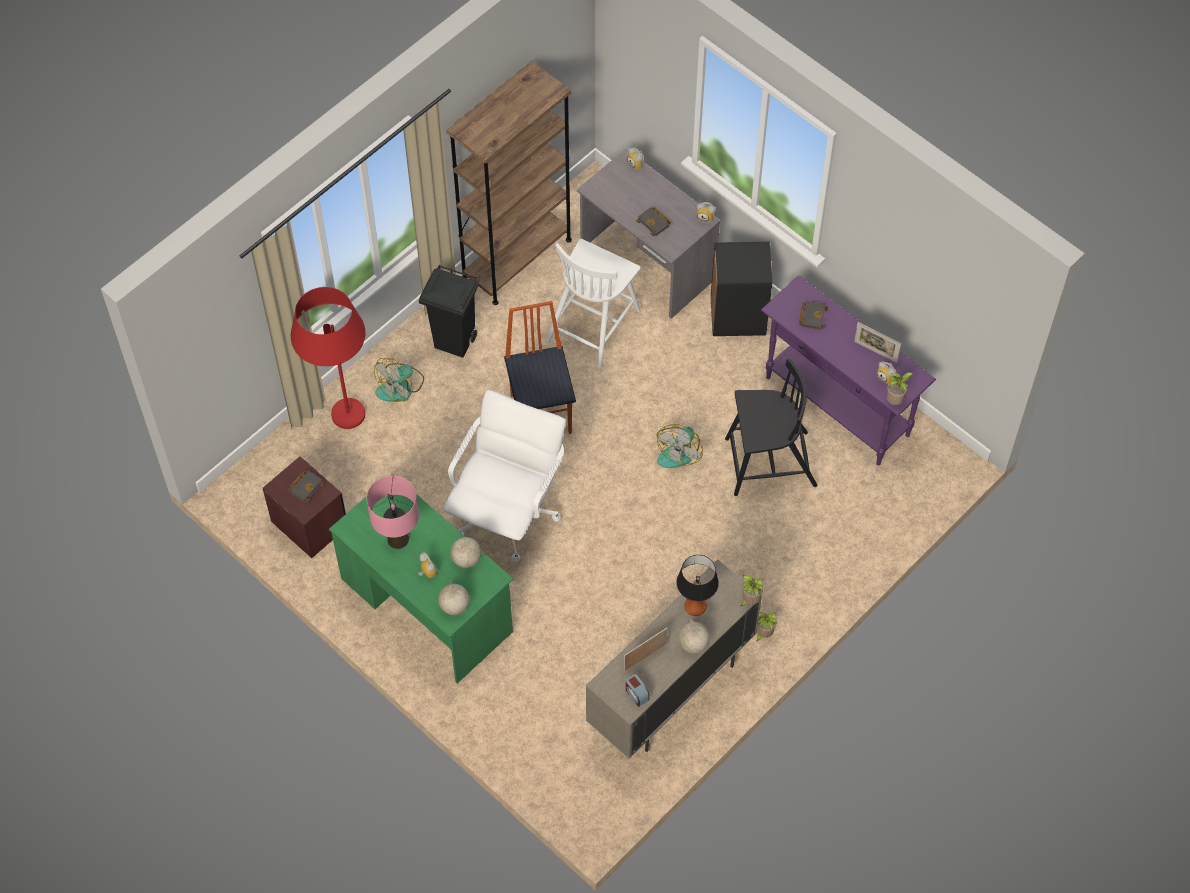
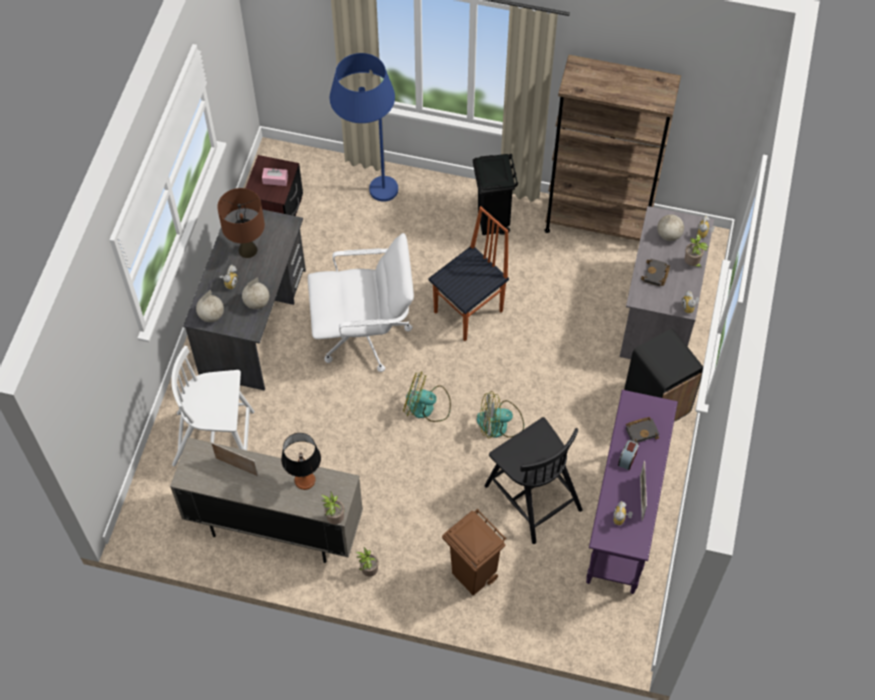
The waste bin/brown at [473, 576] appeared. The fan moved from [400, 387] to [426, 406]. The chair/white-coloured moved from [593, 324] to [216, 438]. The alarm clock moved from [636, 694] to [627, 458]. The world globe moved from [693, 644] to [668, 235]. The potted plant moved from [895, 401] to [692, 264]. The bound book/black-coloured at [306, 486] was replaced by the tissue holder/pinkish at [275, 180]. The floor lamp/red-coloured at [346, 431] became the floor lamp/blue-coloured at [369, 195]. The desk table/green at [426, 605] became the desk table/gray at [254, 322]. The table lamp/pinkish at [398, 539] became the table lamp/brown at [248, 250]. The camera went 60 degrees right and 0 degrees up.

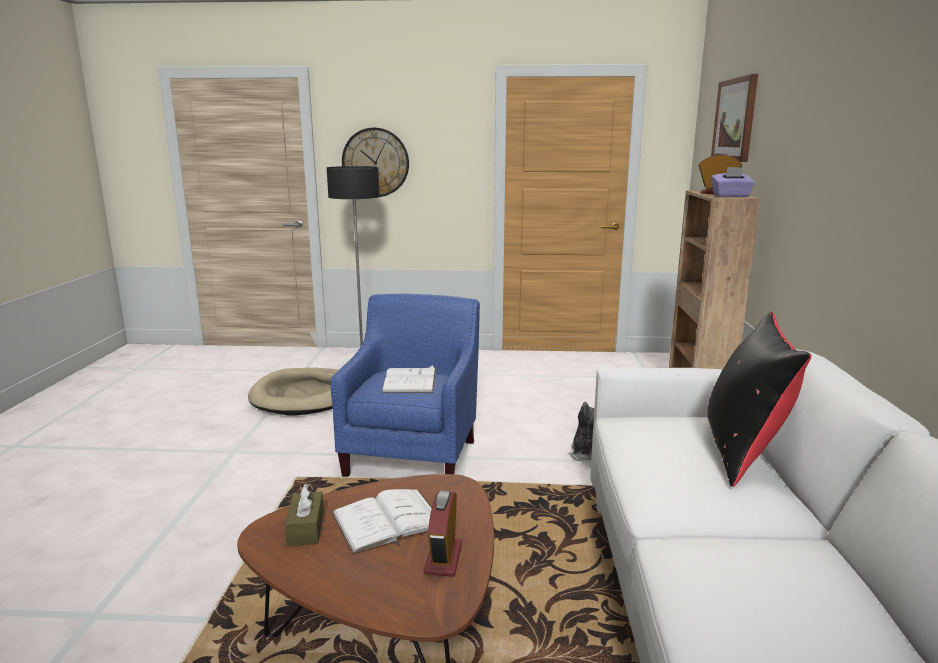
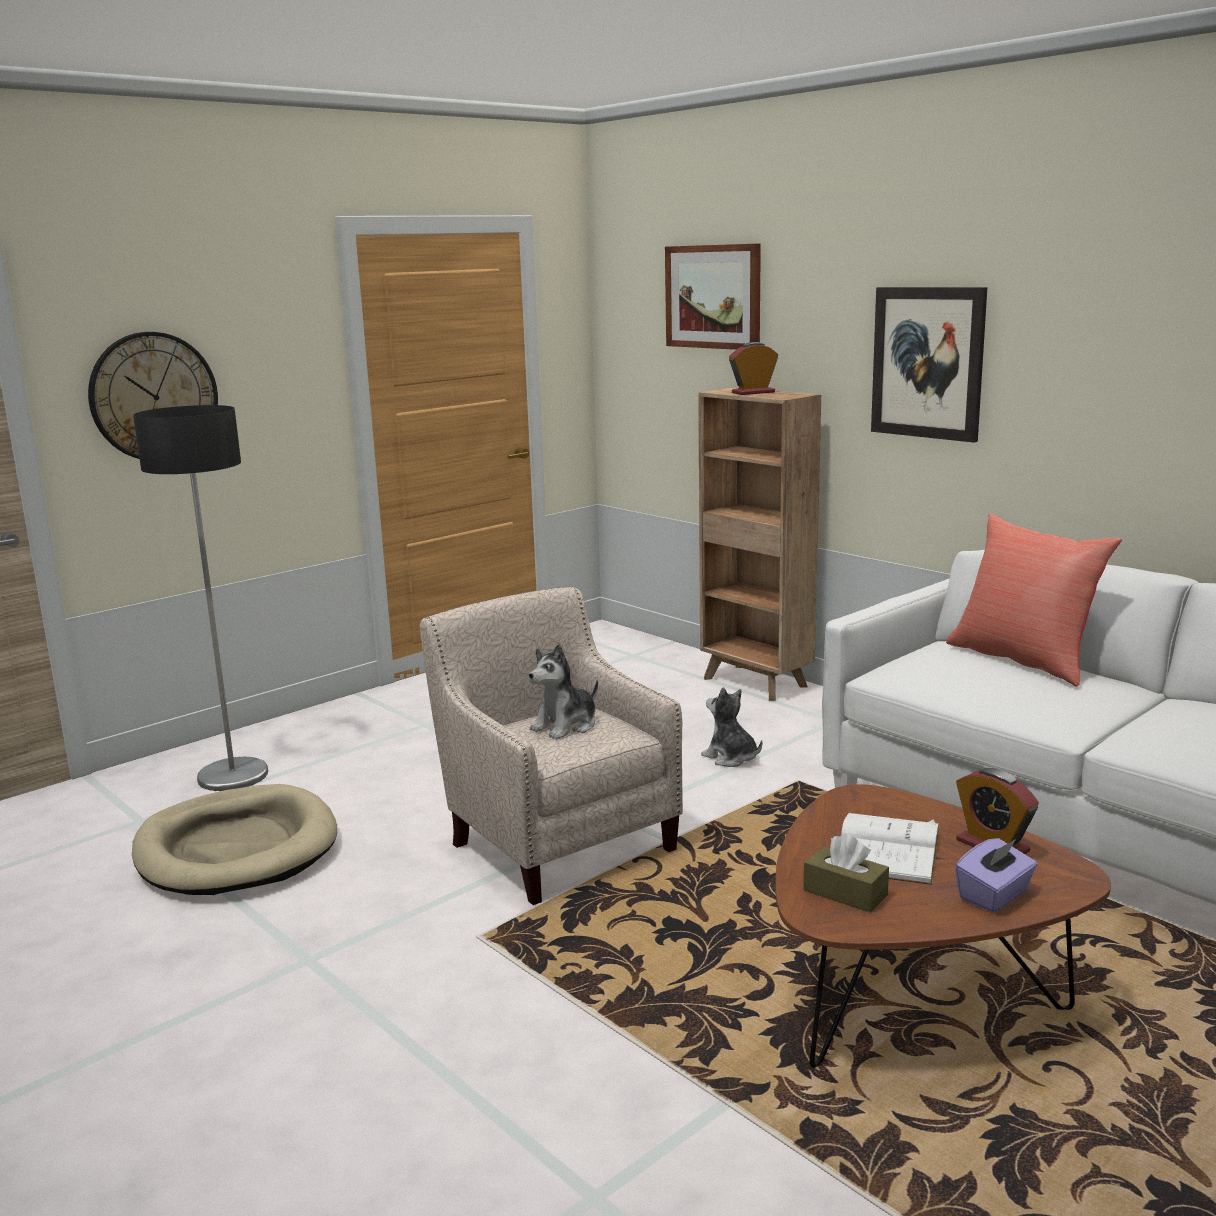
The wall art at [928, 363] appeared. The tissue holder/purplish moved from [731, 196] to [994, 896]. The bound book/white-coloured at [410, 380] was replaced by the cuddly toy at [566, 726]. The easy chair/blue-coloured at [414, 453] became the easy chair/beige-coloured at [558, 840]. The throw pillow/black-coloured at [743, 451] became the throw pillow/red-coloured at [1023, 659]. The camera went 45 degrees left and 0 degrees up.

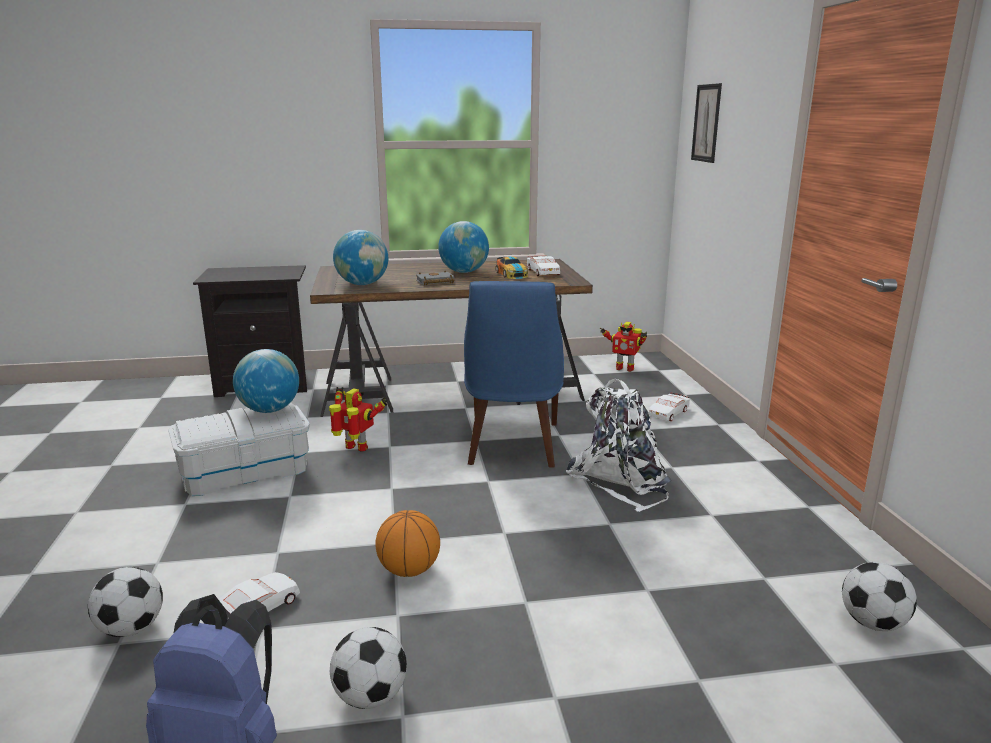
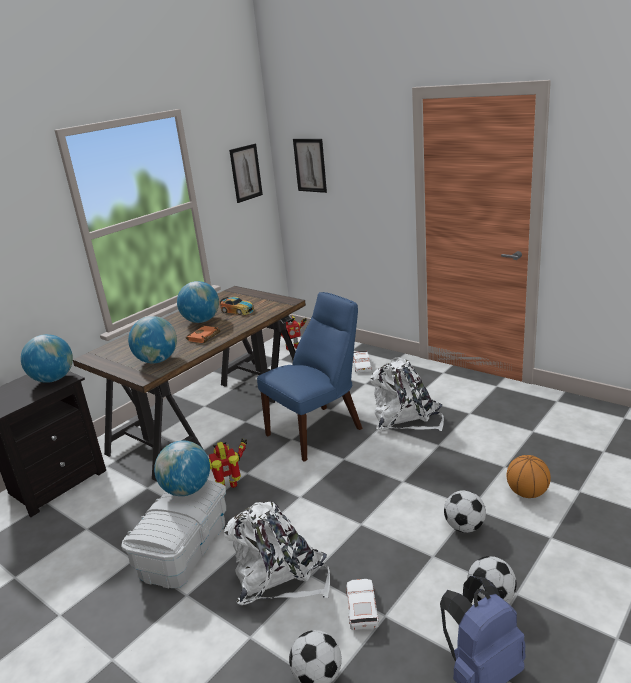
The miniature car/white-coloured at [543, 272] disappeared. The world globe at [53, 379] appeared. The knapsack/white-coloured at [279, 577] appeared. The wall art at [246, 173] appeared. The basketball moved from [409, 570] to [527, 493]. The football ball moved from [872, 623] to [464, 527]. The bound book/gray at [434, 282] became the bound book/orange-coloured at [204, 337]. The chair/blue-coloured at [512, 446] turned 90 degrees counterclockwise. The camera went 40 degrees left and 5 degrees up.

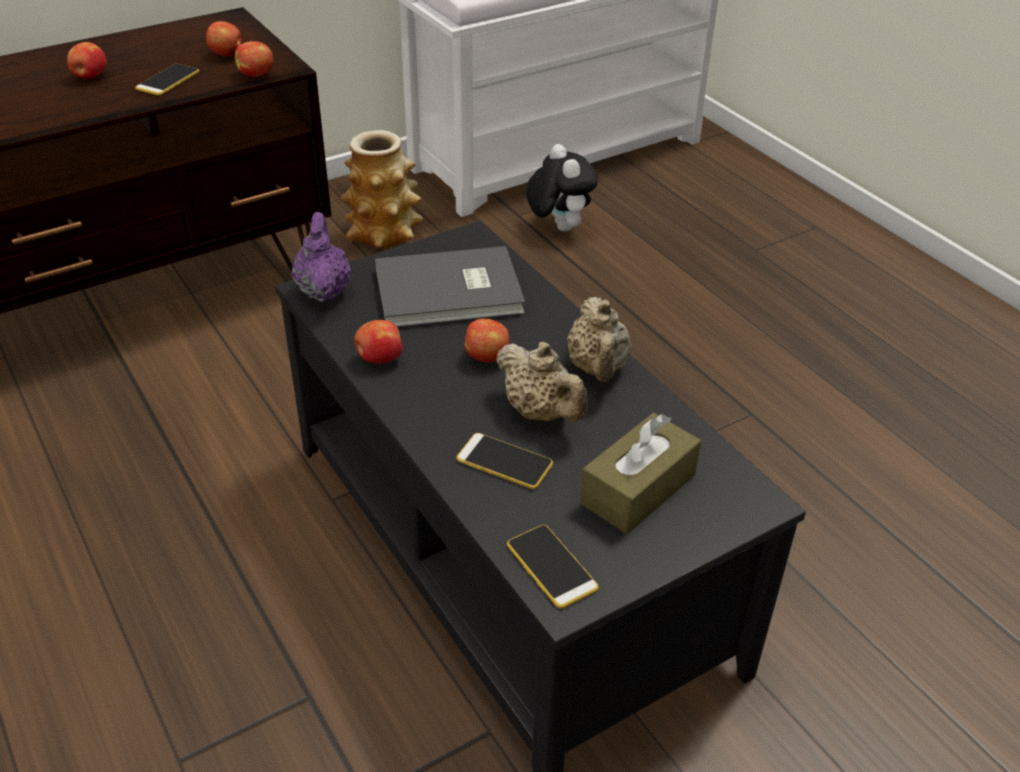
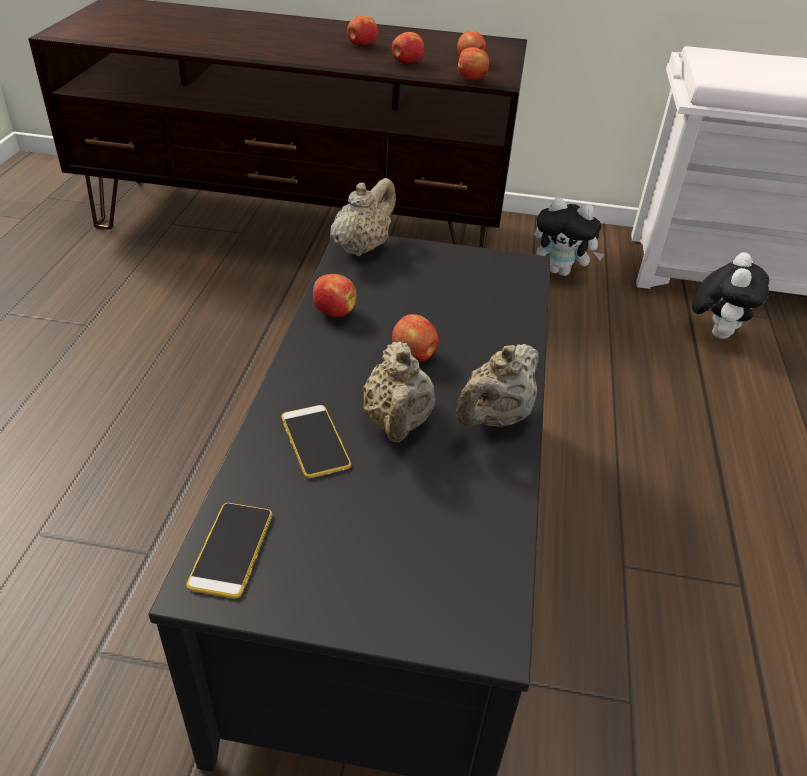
The bound book/gray at [451, 293] disappeared. The tissue holder/brown at [638, 489] disappeared. The phone at [168, 80] was replaced by the whole apple at [406, 63]. The vase at [384, 233] was replaced by the cuddly toy at [561, 271]. The teapot/purplish at [323, 290] became the teapot/beige-coloured at [362, 247]. The camera went 40 degrees right and 0 degrees up.

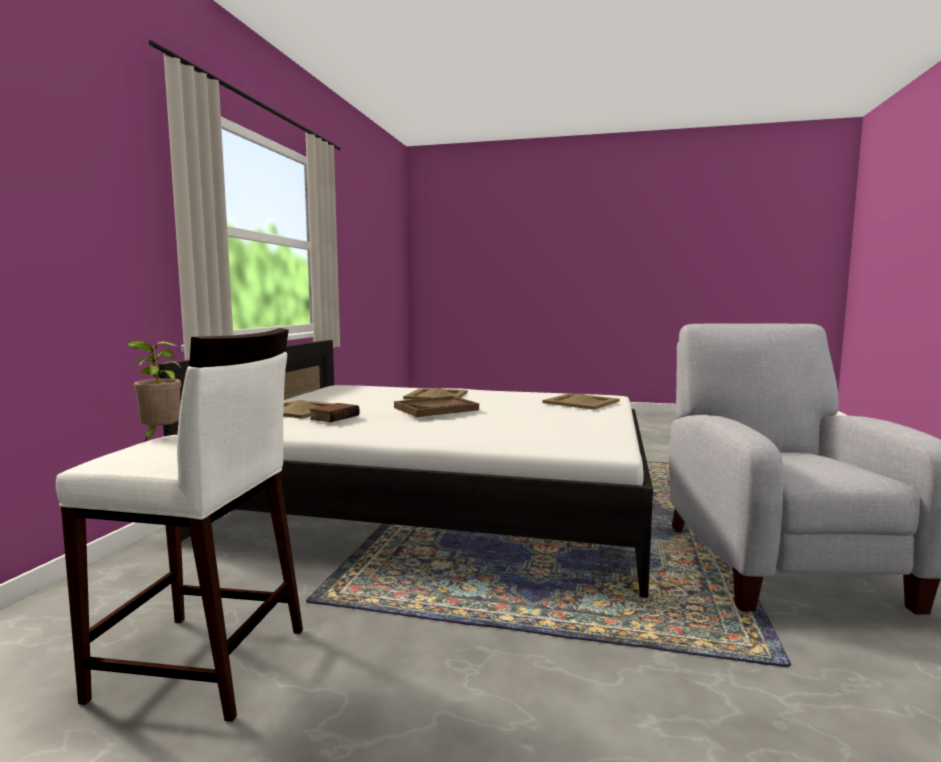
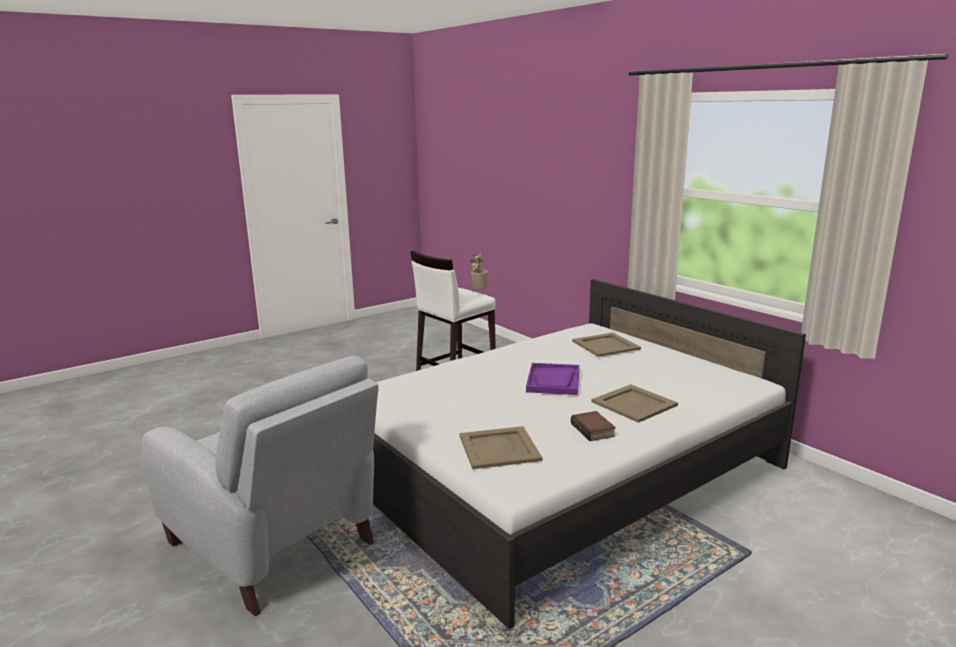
The bound book moved from [334, 417] to [594, 430]. The carrying tray/brown at [436, 409] became the carrying tray/purplish at [553, 381]. The camera went 130 degrees right and 10 degrees up.

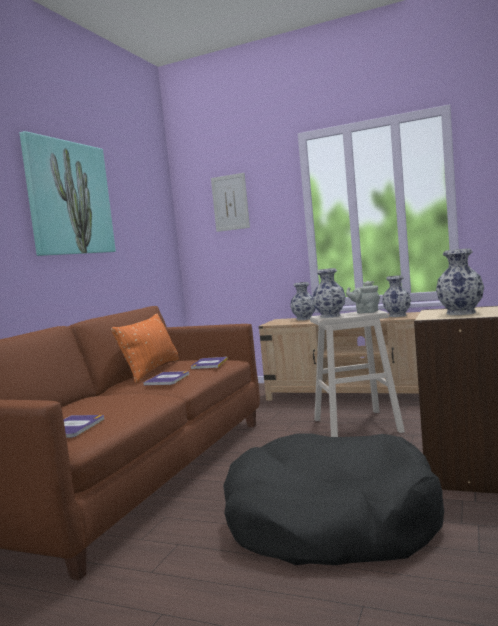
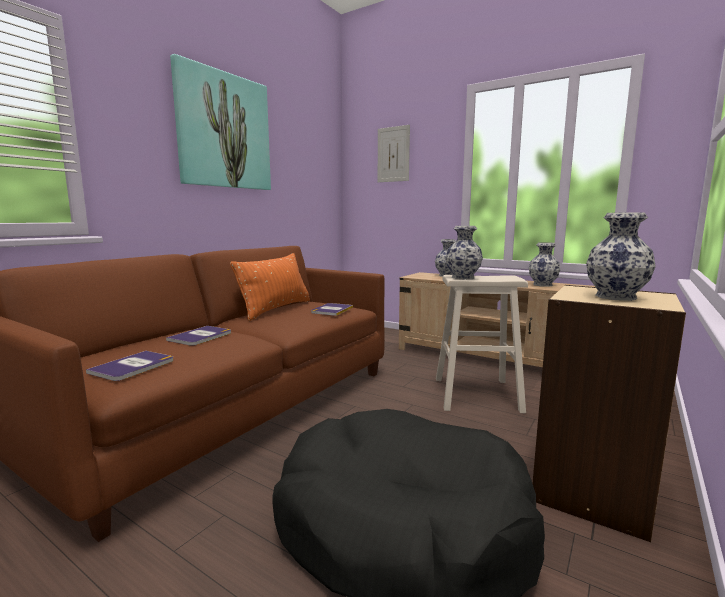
The teapot/gray at [365, 312] disappeared. The bound book moved from [167, 379] to [200, 336]. The camera went 10 degrees right and 5 degrees up.

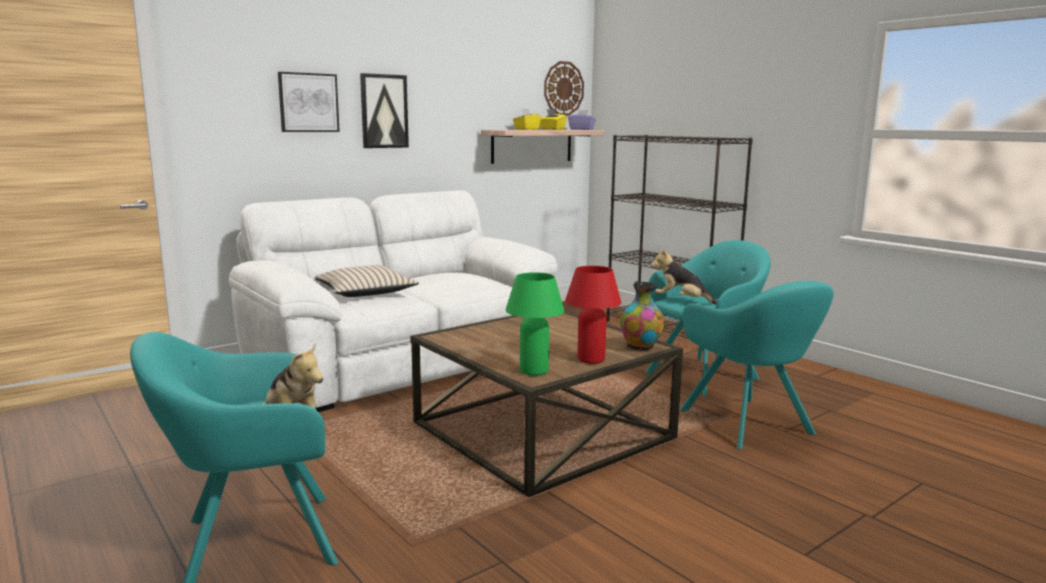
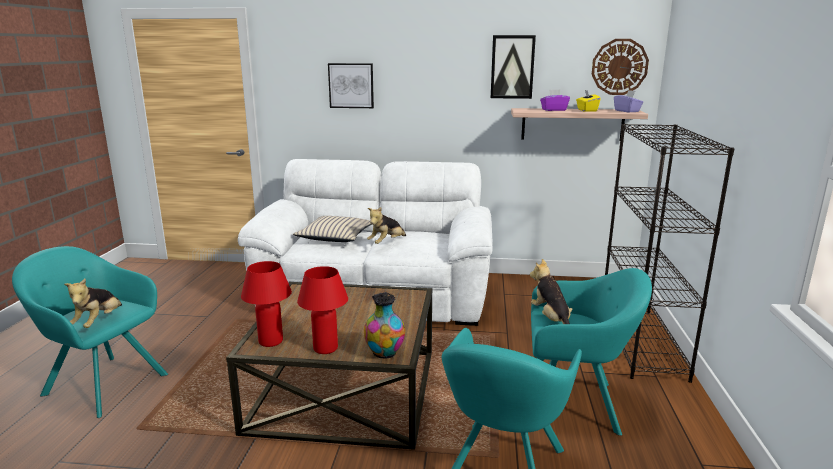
The cuddly toy at [386, 243] appeared. The wall art moved from [384, 111] to [512, 67]. The table lamp/green at [534, 371] became the table lamp/red-coloured at [270, 341]. The tissue holder/yellowish at [526, 129] became the tissue holder/purplish at [553, 110]. The camera went 45 degrees right and 5 degrees up.

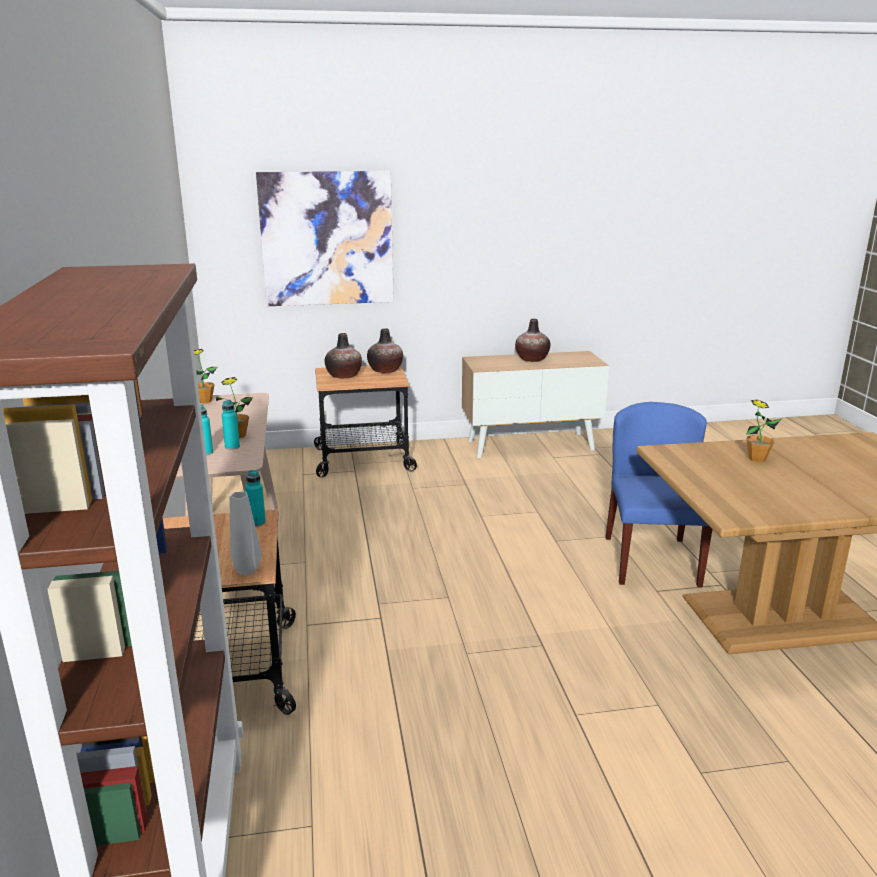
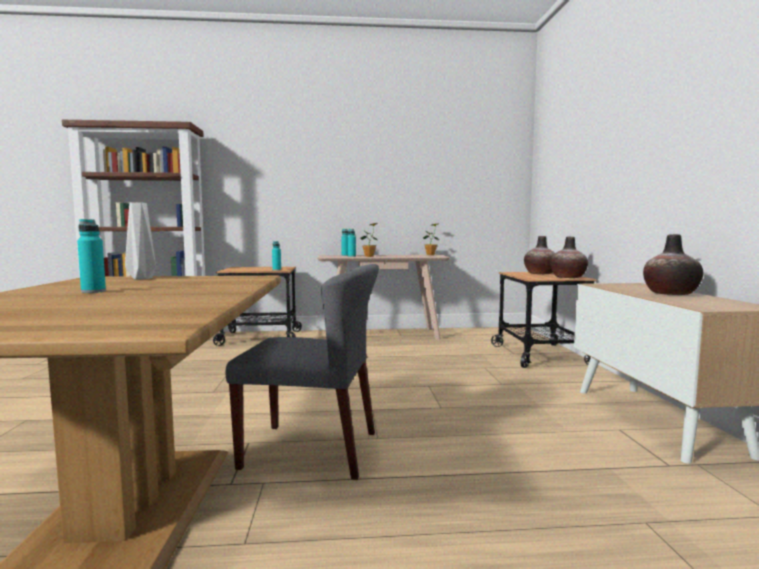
The wall art at [327, 239] disappeared. The potted plant at [757, 459] disappeared. The drink bottle/blue-green at [93, 291] appeared. The vase/gray moved from [247, 571] to [140, 278]. The chair/blue-coloured at [651, 560] became the chair/gray at [311, 450]. The camera went 95 degrees right and 15 degrees down.

